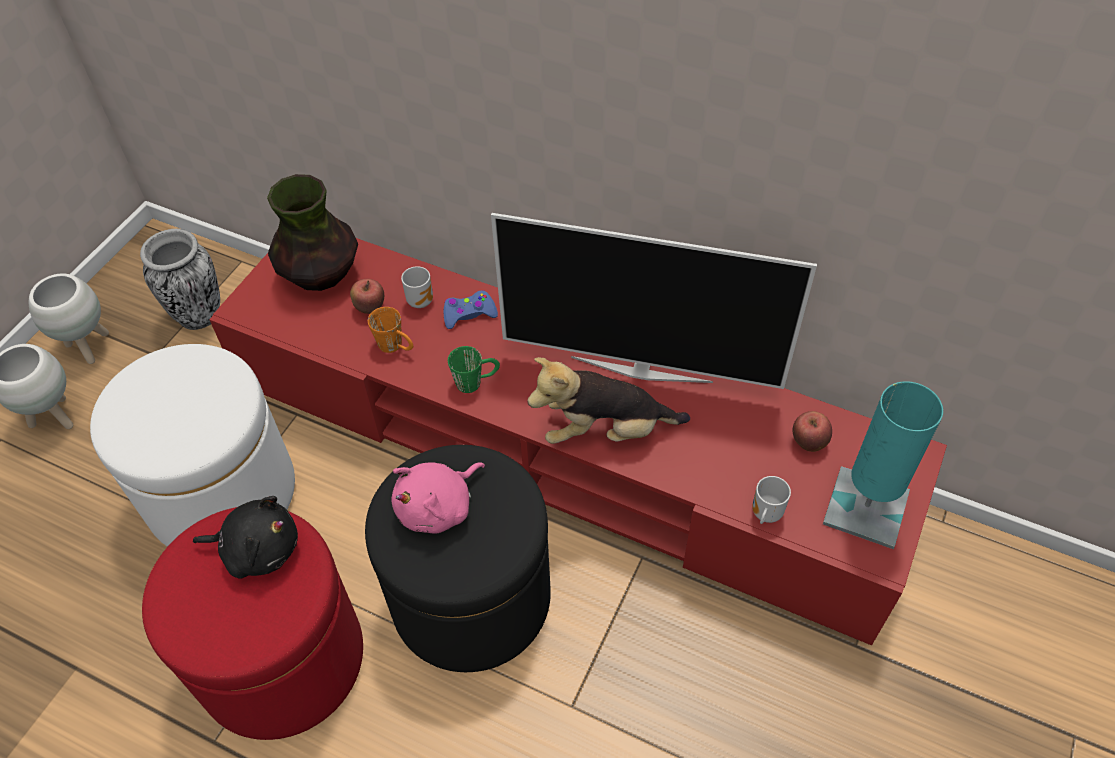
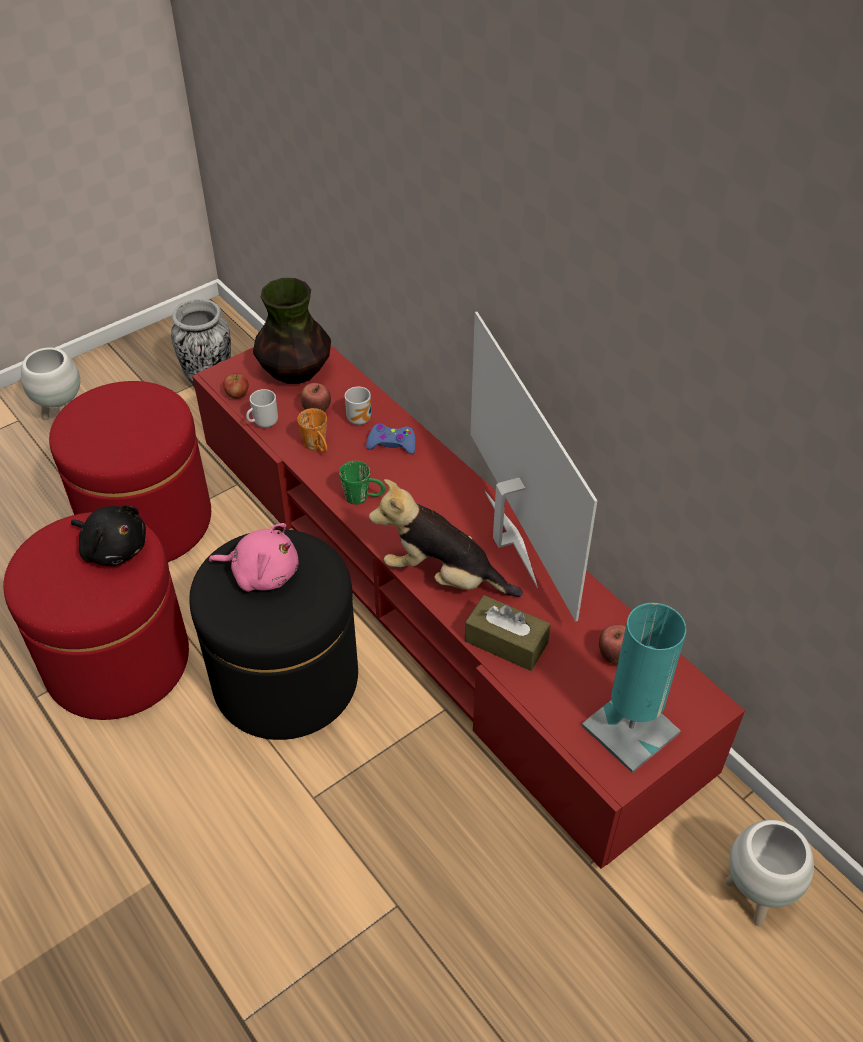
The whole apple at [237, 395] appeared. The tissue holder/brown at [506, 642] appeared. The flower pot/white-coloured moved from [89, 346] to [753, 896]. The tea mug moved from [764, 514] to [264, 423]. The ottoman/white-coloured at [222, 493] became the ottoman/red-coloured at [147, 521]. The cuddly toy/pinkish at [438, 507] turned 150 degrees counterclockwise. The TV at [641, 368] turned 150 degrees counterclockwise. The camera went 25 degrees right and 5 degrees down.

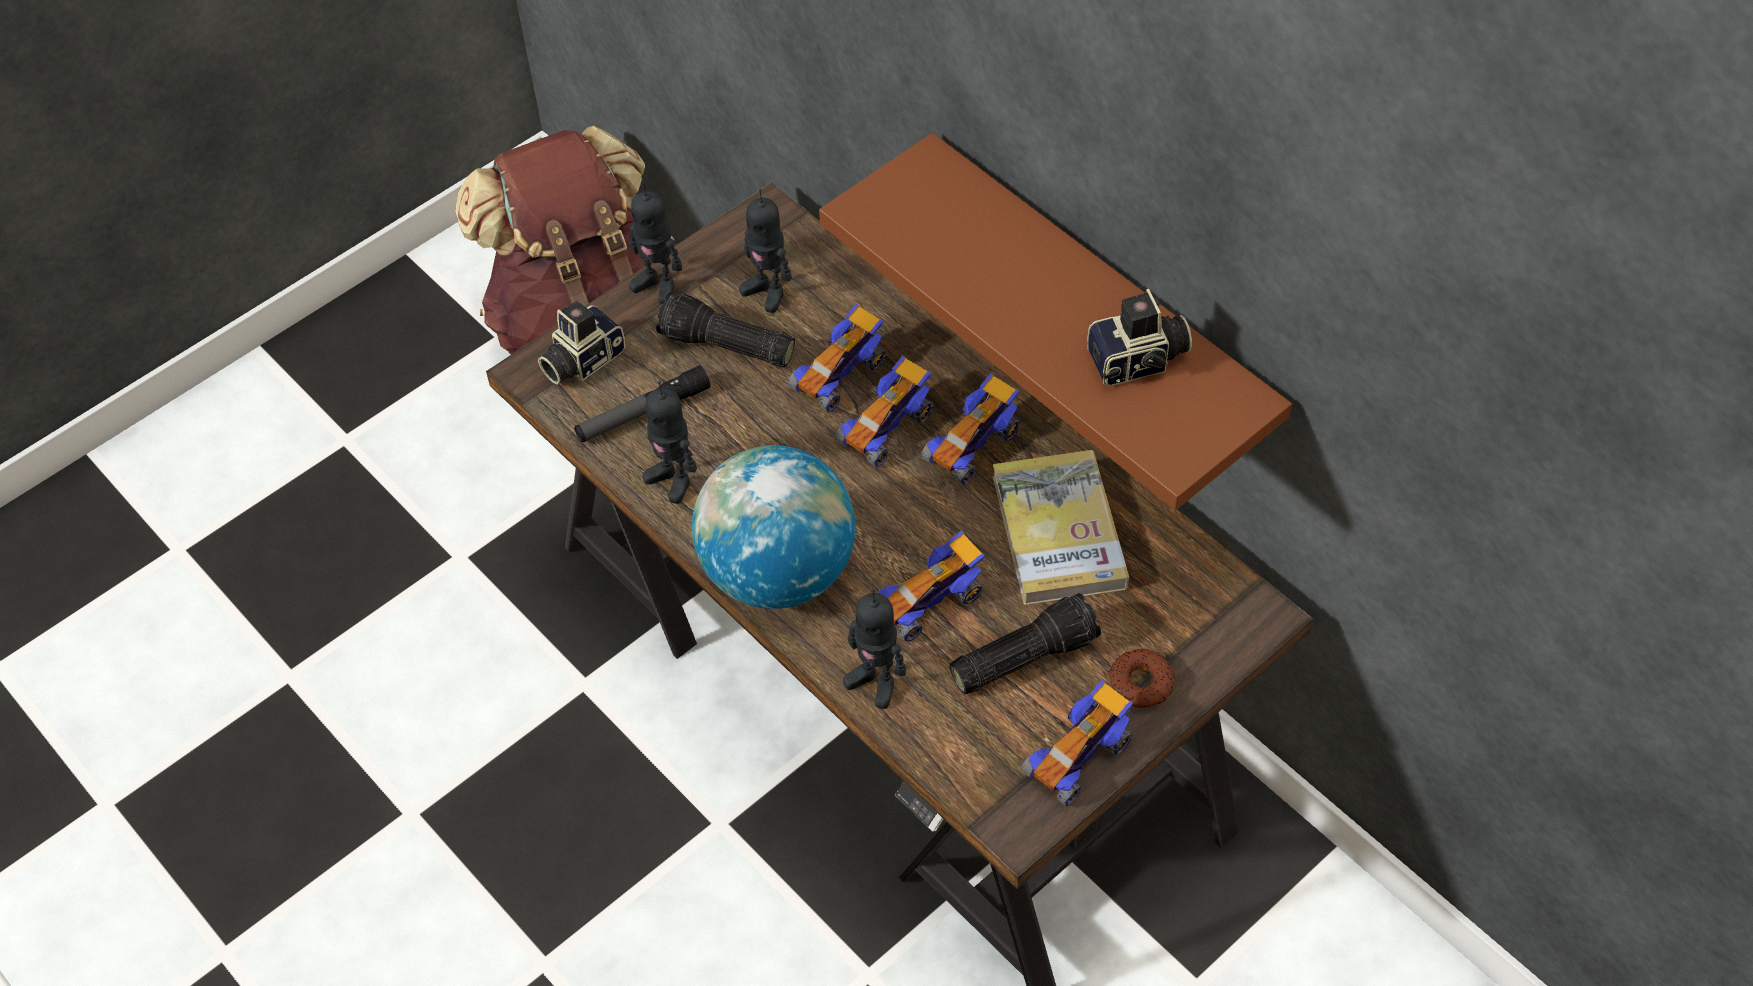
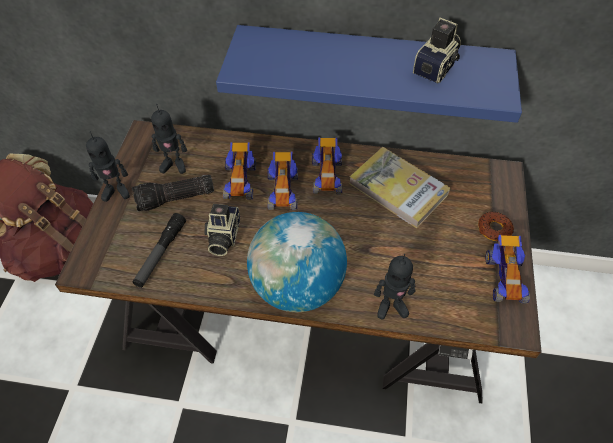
The toy robot at [673, 479] disappeared. The miniature car at [929, 599] disappeared. The torch at [1023, 655] disappeared. The still camera moved from [581, 360] to [222, 237]. The bracket shelf/brown at [1099, 304] became the bracket shelf/blue-coloured at [369, 66]. The camera went 40 degrees left and 0 degrees up.

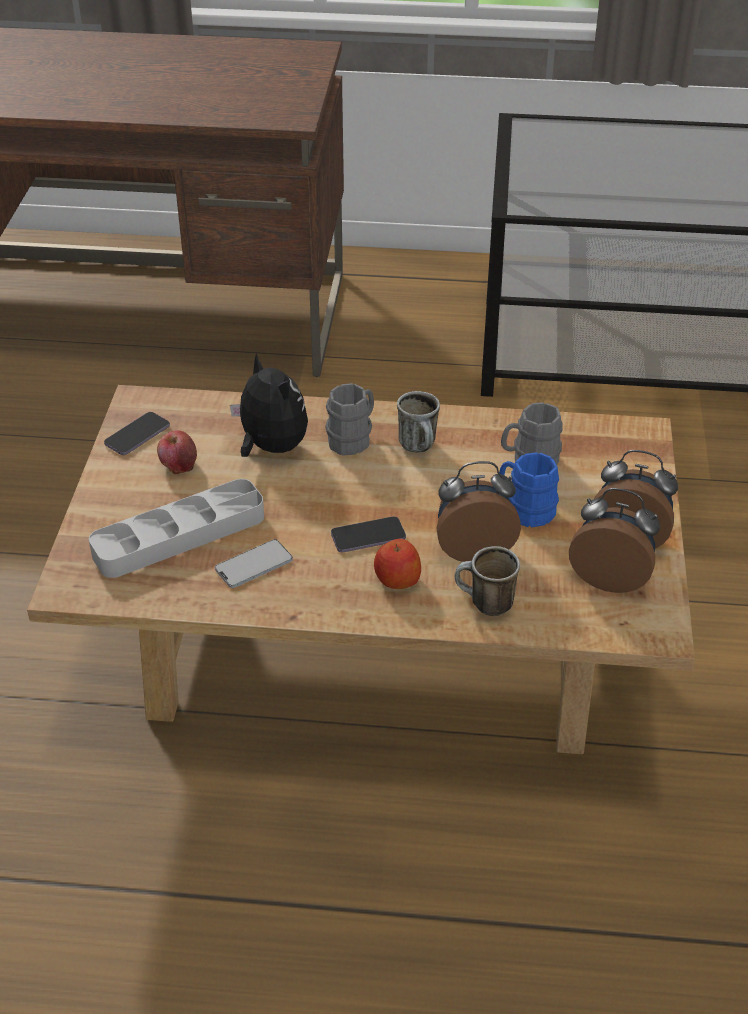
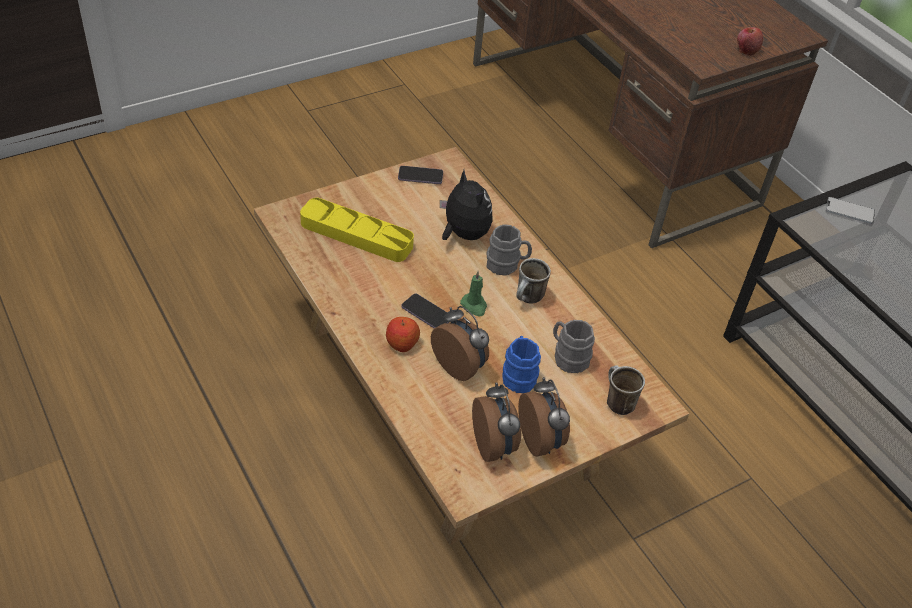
The candle/green at [474, 306] appeared. The whole apple moved from [178, 465] to [746, 50]. The phone moved from [254, 565] to [849, 211]. The tea mug moved from [484, 605] to [616, 402]. The carrying tray/gray at [179, 535] became the carrying tray/yellowish at [356, 235]. The cuddly toy at [271, 447] turned 45 degrees counterclockwise. The camera went 50 degrees right and 5 degrees up.

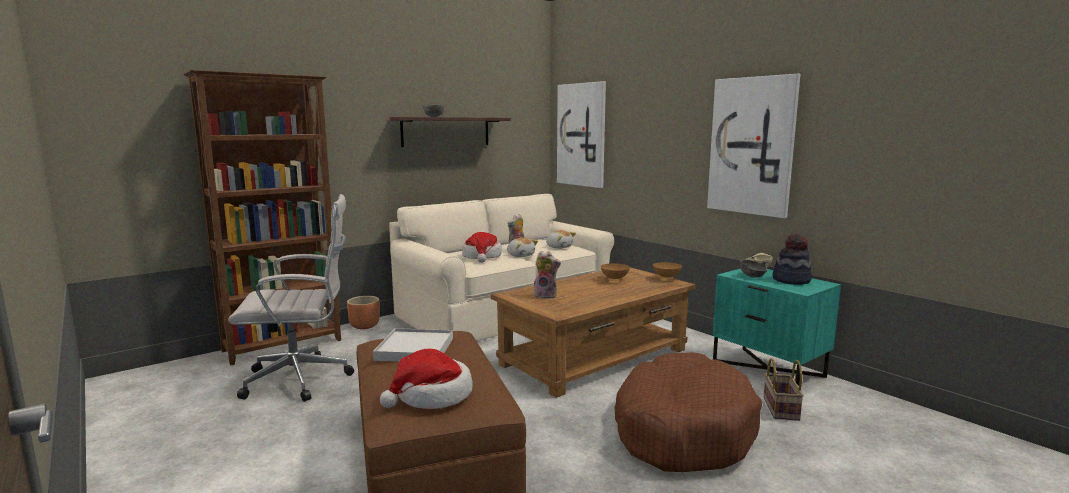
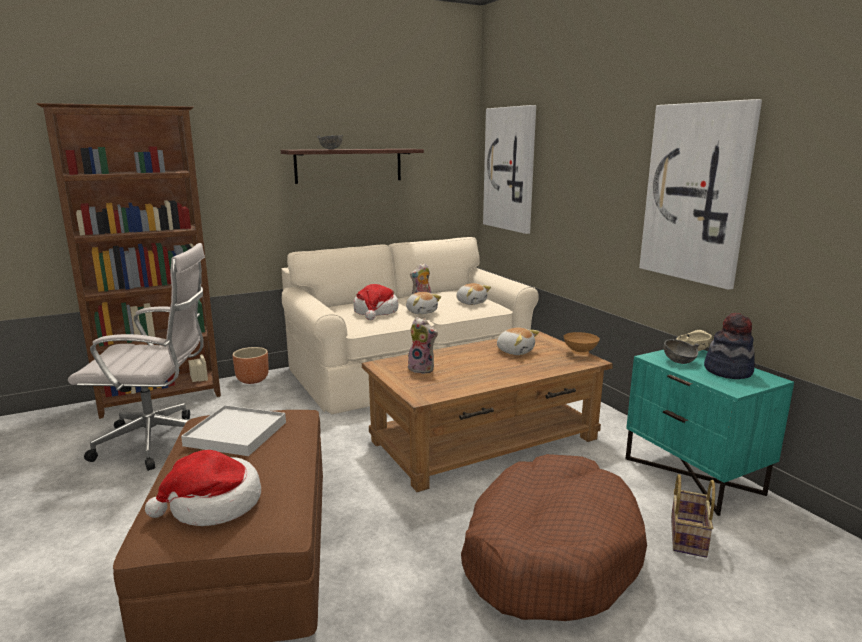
The bowl/brown at [614, 280] was replaced by the cuddly toy at [515, 351]. The camera went 10 degrees right and 5 degrees up.

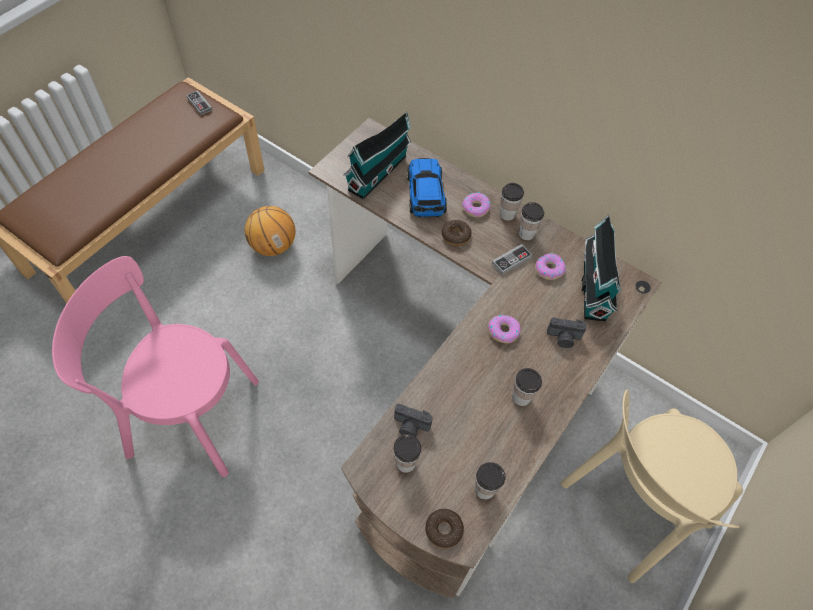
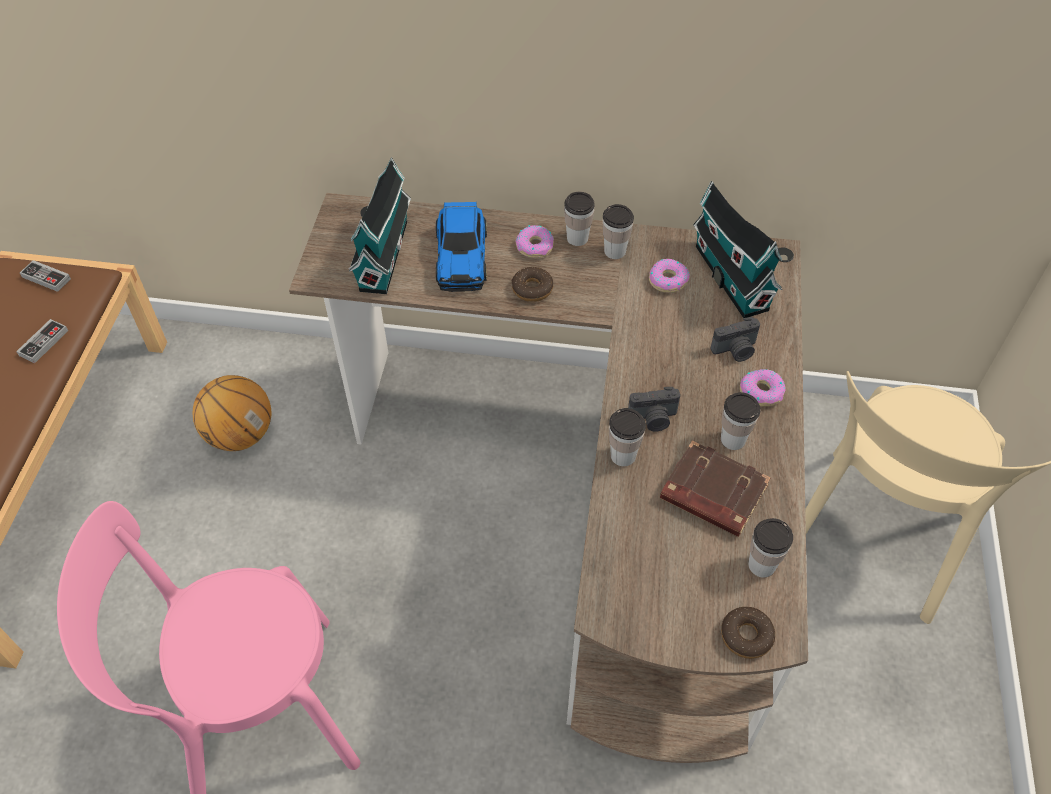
The bound book/brown at [711, 494] appeared. The cup moved from [405, 463] to [623, 455]. The still camera moved from [410, 427] to [653, 419]. The donut moved from [503, 331] to [761, 392]. The gamepad moved from [511, 261] to [44, 343]. The miniature car at [425, 194] turned 150 degrees counterclockwise. The camera went 25 degrees left and 5 degrees down.

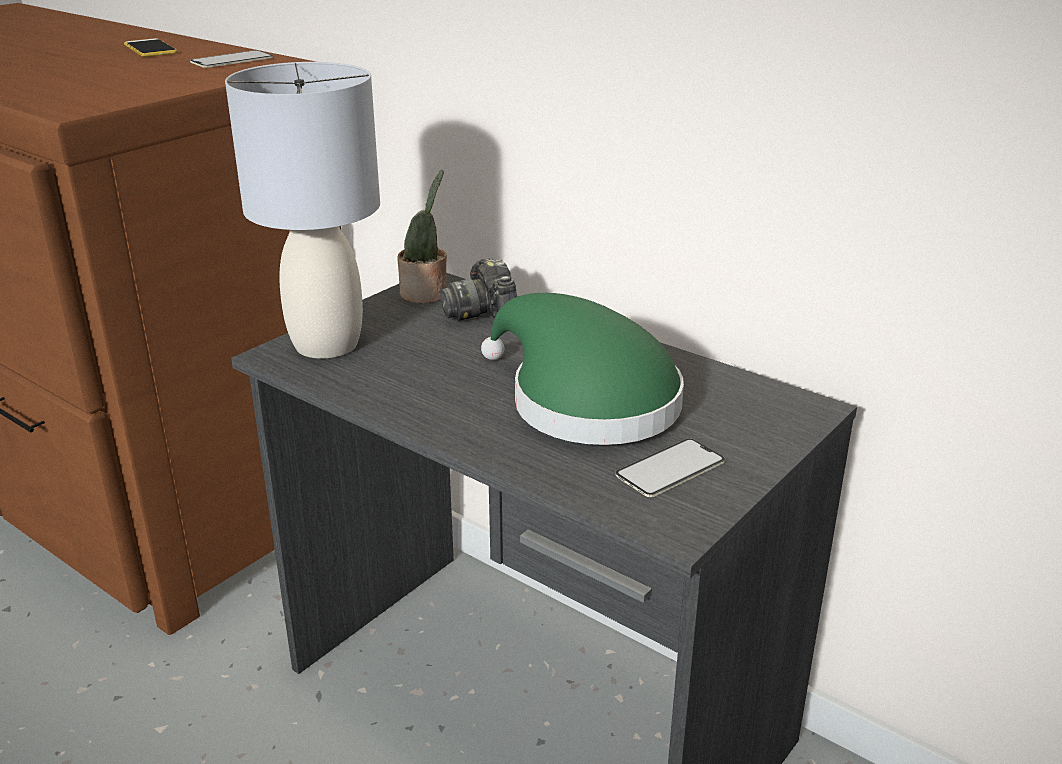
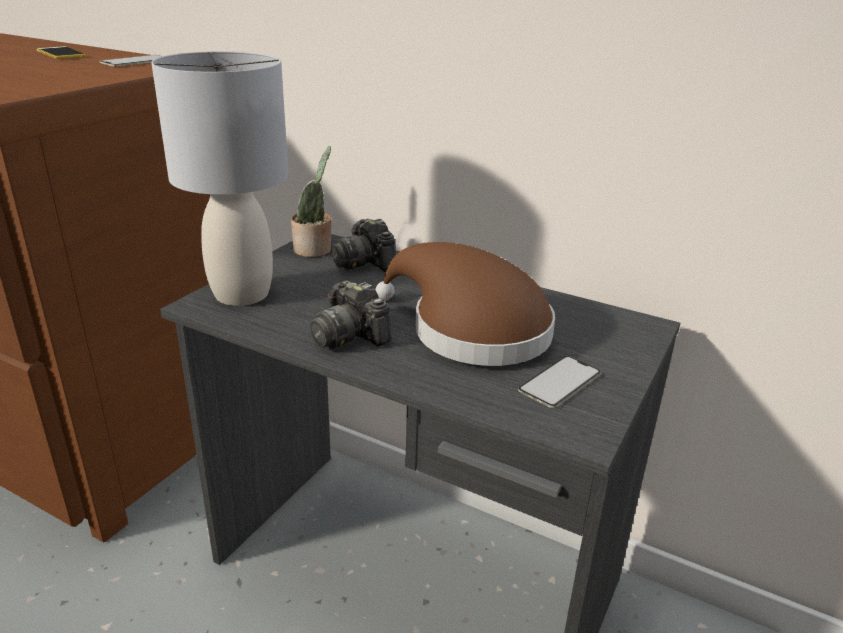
The still camera at [350, 335] appeared. The clothing hat/green at [584, 401] became the clothing hat/brown at [470, 330]. The camera went 10 degrees left and 0 degrees up.

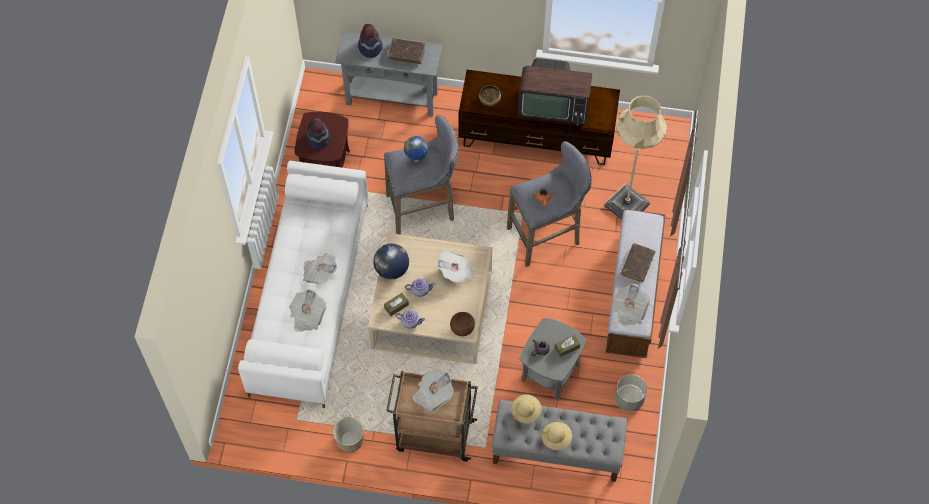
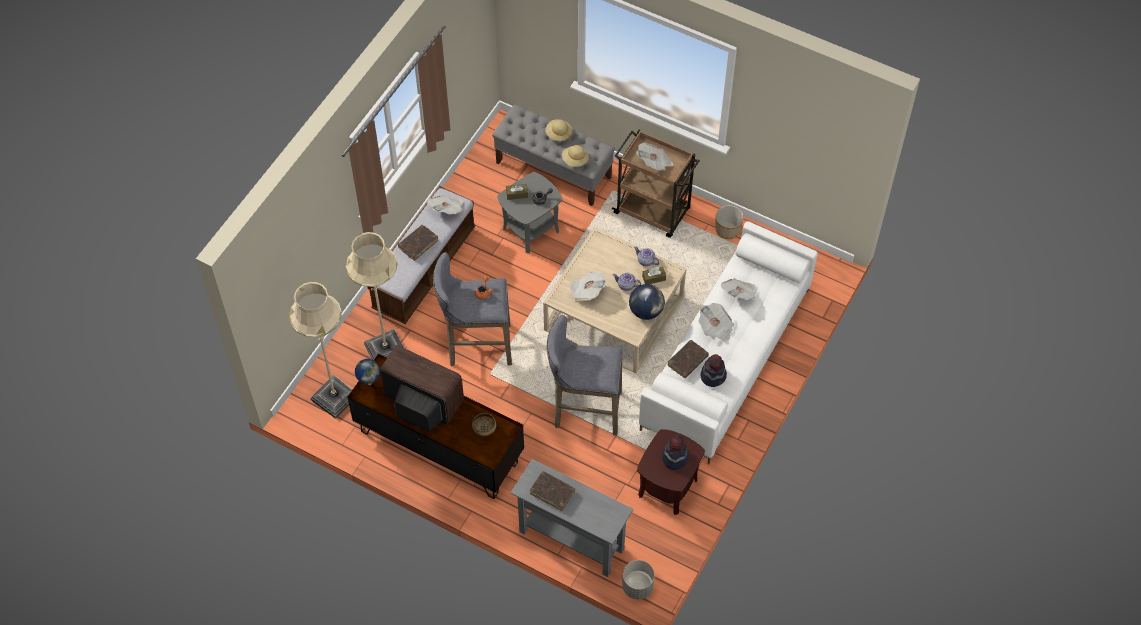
The bowl/brown at [463, 328] disappeared. The floor lamp/beige-coloured at [334, 398] appeared. The bound book/brown at [687, 361] appeared. The clothing hat moved from [370, 47] to [713, 376]. The world globe moved from [416, 160] to [369, 383]. The flower pot/gray moved from [629, 399] to [637, 586]. The camera went 160 degrees left and 5 degrees down.

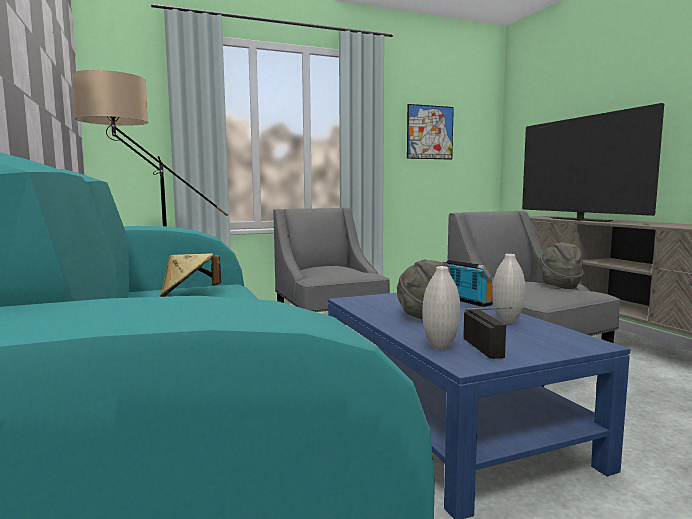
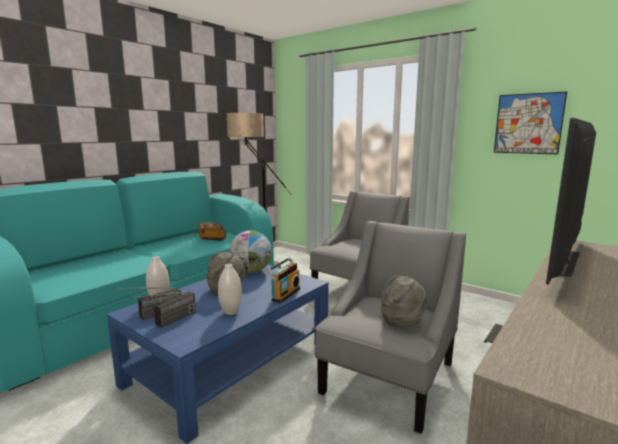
The radio set at [167, 322] appeared. The world globe at [251, 271] appeared. The clothing hat/beige-coloured at [189, 295] was replaced by the bound book at [211, 238]. The camera went 60 degrees right and 5 degrees up.

